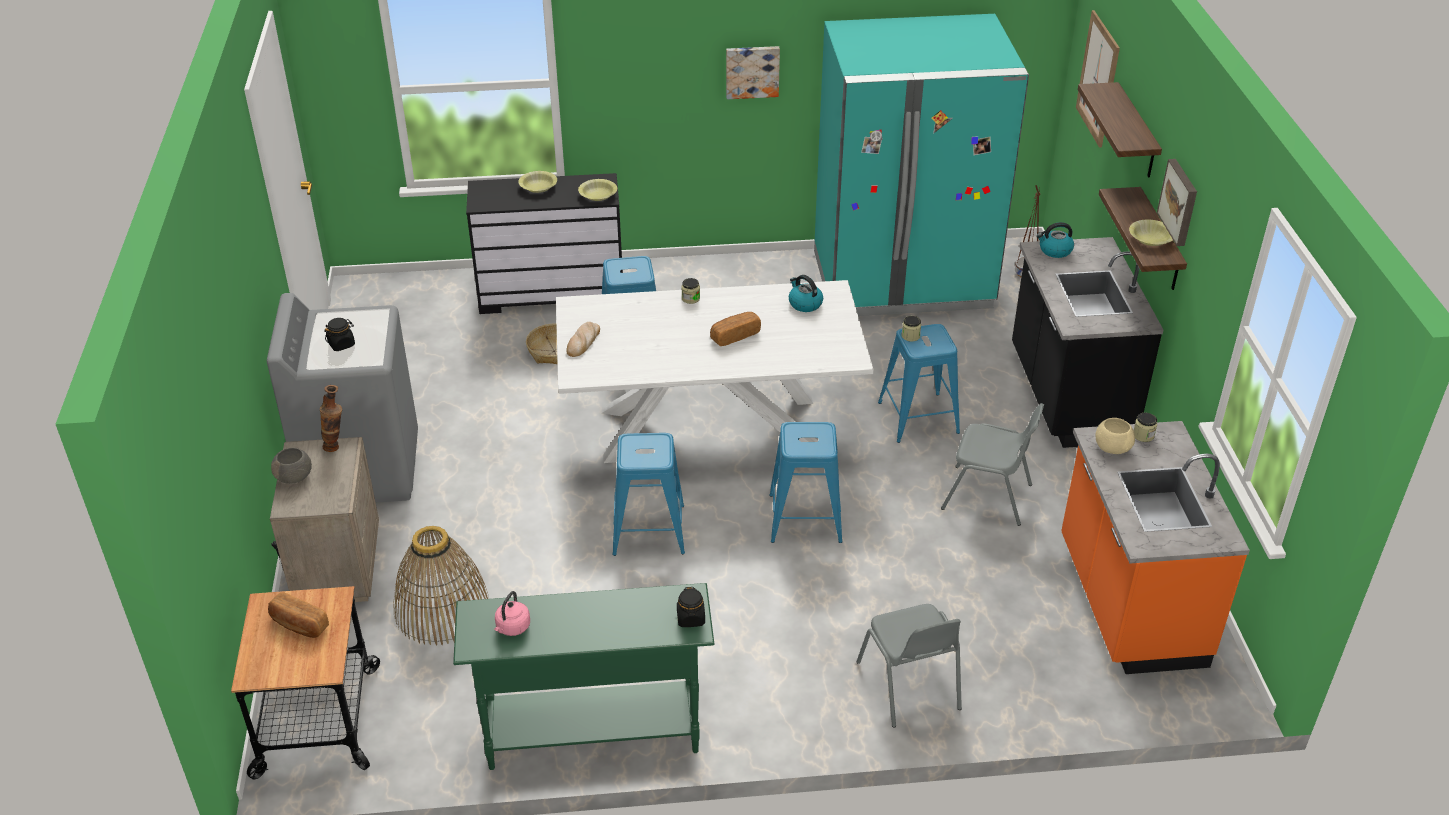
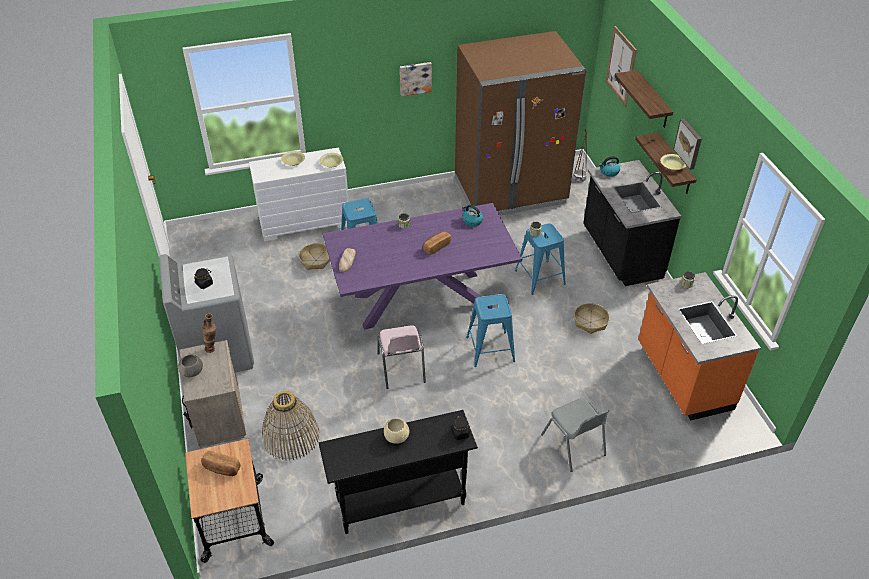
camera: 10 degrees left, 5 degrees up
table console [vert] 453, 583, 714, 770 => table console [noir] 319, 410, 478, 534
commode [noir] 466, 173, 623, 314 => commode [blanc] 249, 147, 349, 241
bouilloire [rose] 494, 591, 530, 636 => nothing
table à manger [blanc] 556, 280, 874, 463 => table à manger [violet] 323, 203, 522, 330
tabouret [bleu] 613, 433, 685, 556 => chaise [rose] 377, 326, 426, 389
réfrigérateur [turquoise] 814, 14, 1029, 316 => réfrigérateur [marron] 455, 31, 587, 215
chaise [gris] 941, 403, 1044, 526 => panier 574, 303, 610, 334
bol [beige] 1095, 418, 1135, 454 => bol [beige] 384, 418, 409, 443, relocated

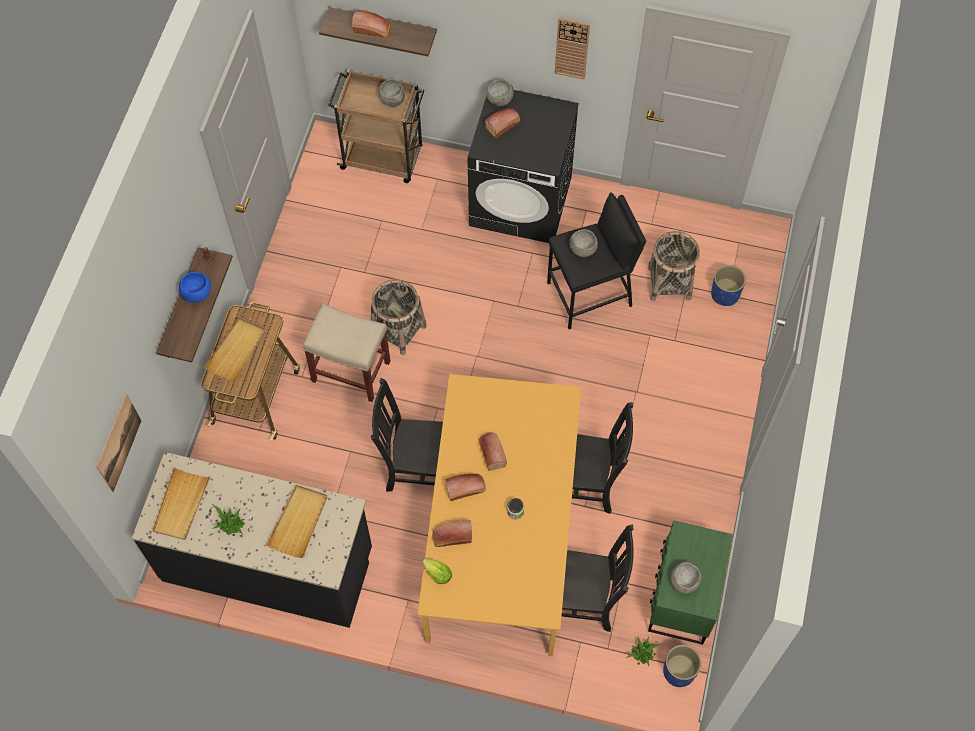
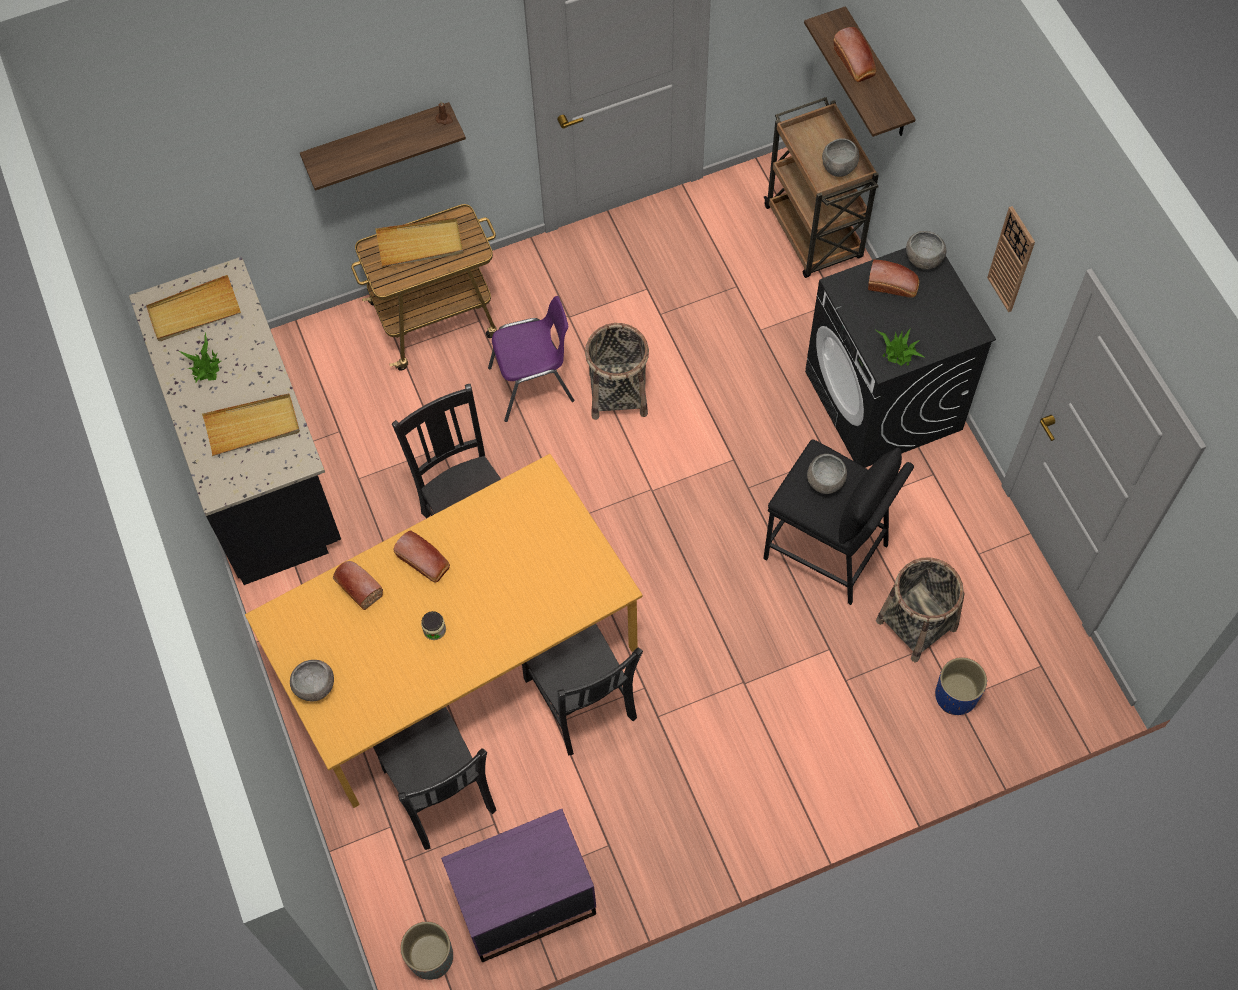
camera: 55 degrees right, 0 degrees up
tableau 96, 394, 141, 492 => nothing
bol [bleu] 179, 272, 211, 302 => nothing
tabouret [beige] 303, 304, 390, 402 => chaise [violet] 488, 296, 574, 422
laitue 422, 558, 452, 584 => nothing
pain 479, 432, 507, 471 => nothing
plante en pot 626, 637, 662, 666 => plante en pot 876, 329, 924, 366, relocated
table de chevet [vert] 648, 521, 733, 645 => table de chevet [violet] 441, 809, 596, 962
cache-pot [bleu] 663, 645, 702, 687 => cache-pot [gris] 400, 922, 453, 980
bol [gris] 671, 562, 702, 594 => bol [gris] 290, 660, 334, 701, relocated

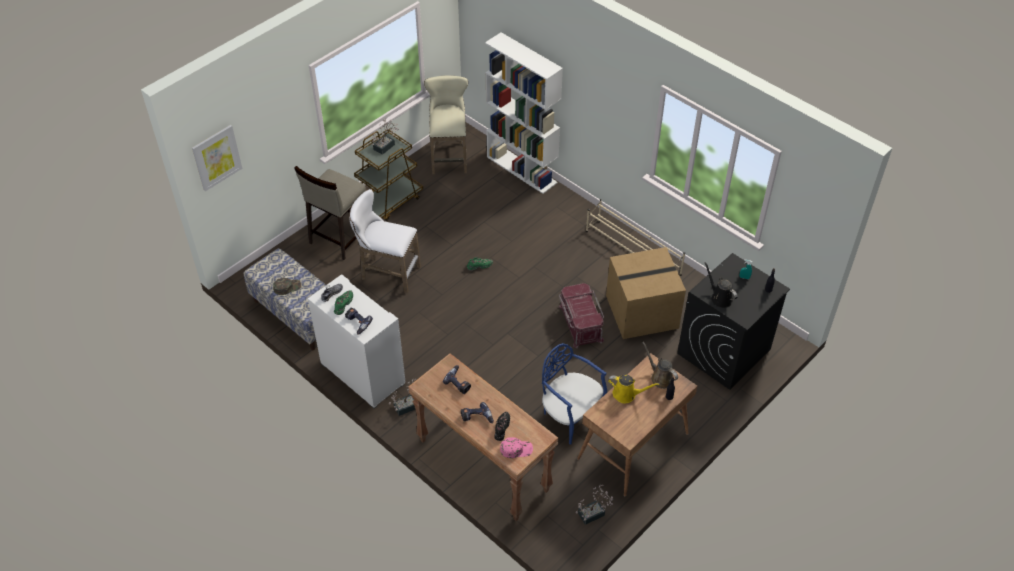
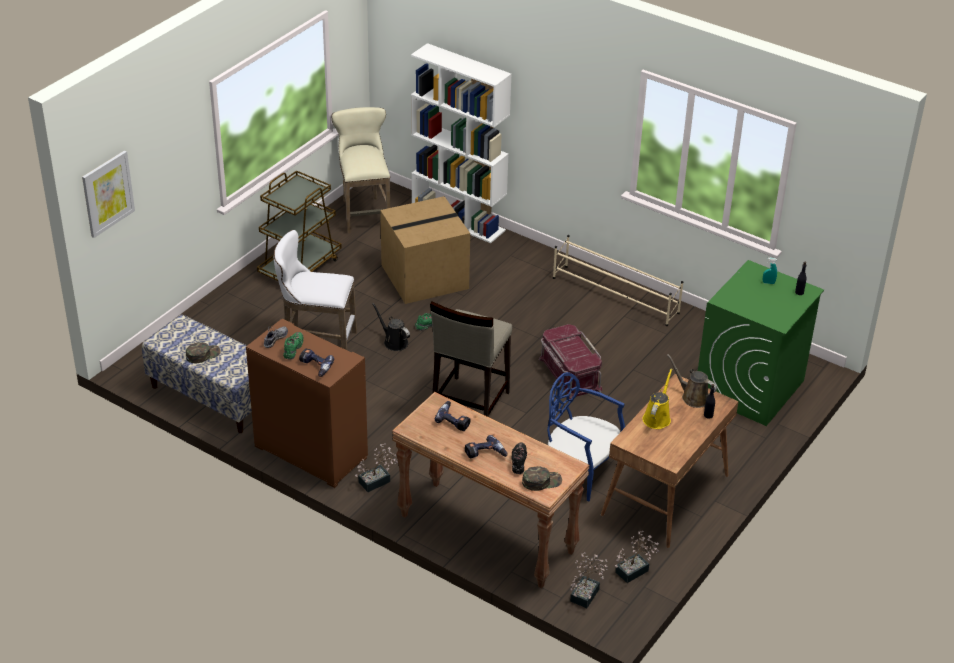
camera: 10 degrees left, 10 degrees down
tabouret [beige] 294, 166, 366, 260 => tabouret [beige] 430, 301, 512, 417, relocated
meuble de rangement [blanc] 308, 275, 405, 409 => meuble de rangement [marron] 246, 318, 368, 488
plante en pot 372, 119, 399, 155 => plante en pot 570, 552, 608, 608, relocated
casquette [rose] 500, 437, 533, 458 => casquette [vert] 522, 466, 562, 491
carton 606, 247, 686, 339 => carton 380, 196, 470, 304, relocated
arrosoir [jaune] 608, 374, 659, 403 => arrosoir [jaune] 642, 369, 672, 429, 75 degrees counterclockwise
lave-linge [noir] 677, 253, 790, 390 => lave-linge [vert] 698, 260, 824, 426
arrosoir [noir] 704, 262, 737, 308 => arrosoir [noir] 372, 303, 410, 351, relocated

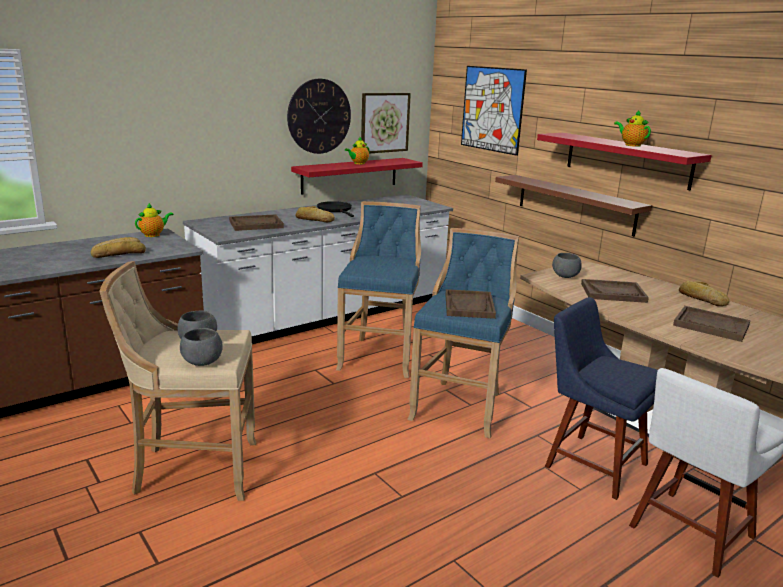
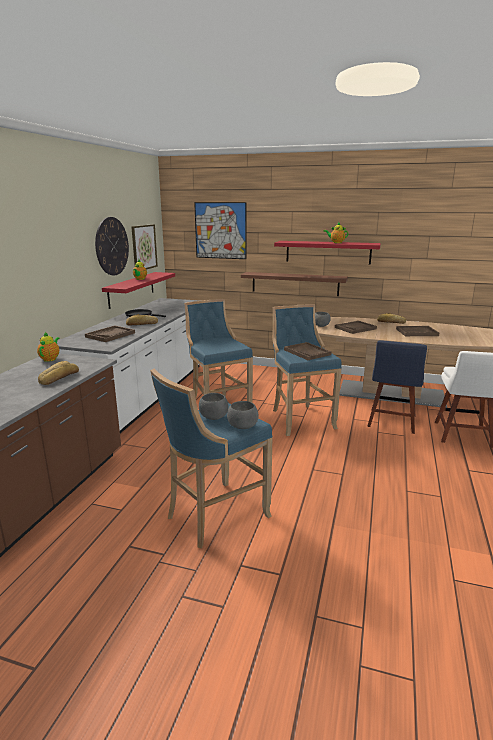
camera: 35 degrees left, 0 degrees up
tabouret [beige] 99, 261, 256, 501 => tabouret [bleu] 150, 369, 273, 548
chaise [bleu] 545, 297, 658, 500 => chaise [bleu] 367, 340, 427, 434, 75 degrees counterclockwise

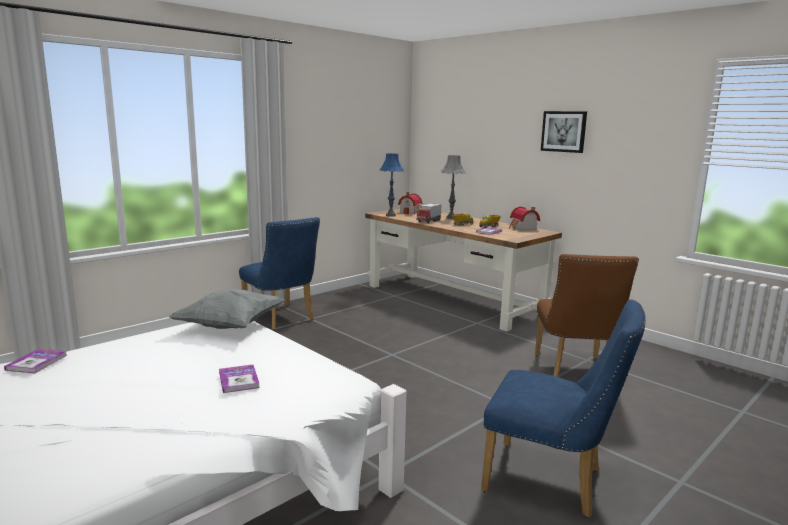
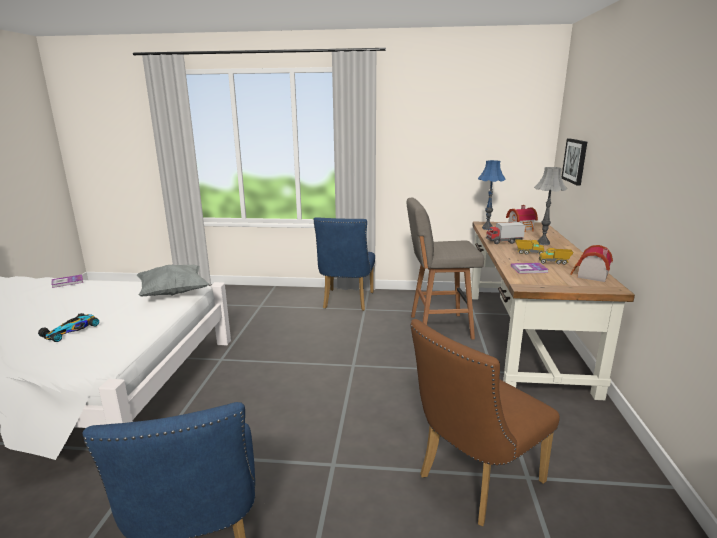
camera: 50 degrees right, 5 degrees up
livre 219, 364, 260, 393 => petite voiture 38, 313, 99, 342
tableau 541, 111, 587, 153 => tableau 562, 139, 587, 185, relocated
nothing => tabouret [gris] 407, 198, 484, 340

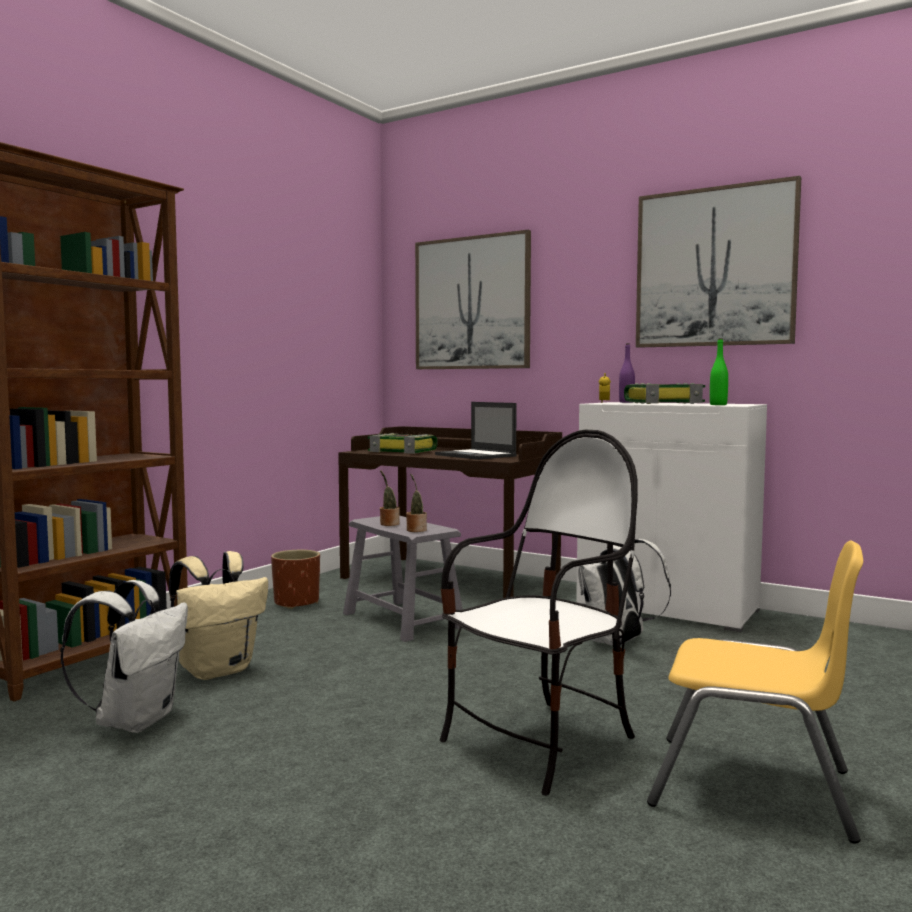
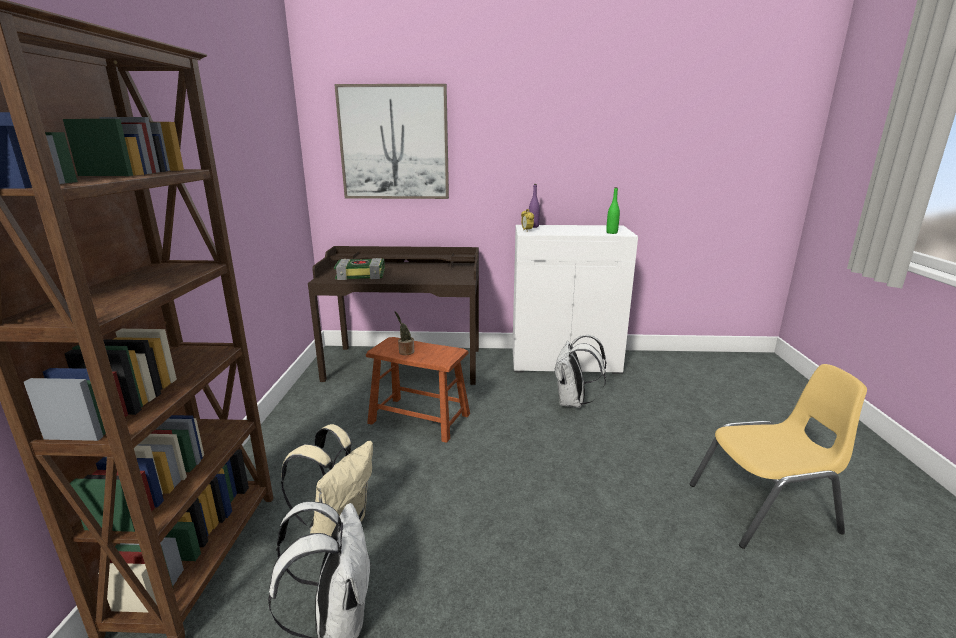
camera: 30 degrees left, 15 degrees up
cache-pot [marron] 271, 550, 320, 609 => nothing
tabouret [gris] 343, 515, 463, 642 => tabouret [marron] 366, 337, 470, 443
plante en pot 406, 474, 427, 532 => nothing
ordinateur portable 435, 402, 517, 460 => nothing
chaise 440, 429, 638, 796 => nothing
livre 624, 383, 705, 404 => nothing
tableau 636, 176, 801, 348 => nothing

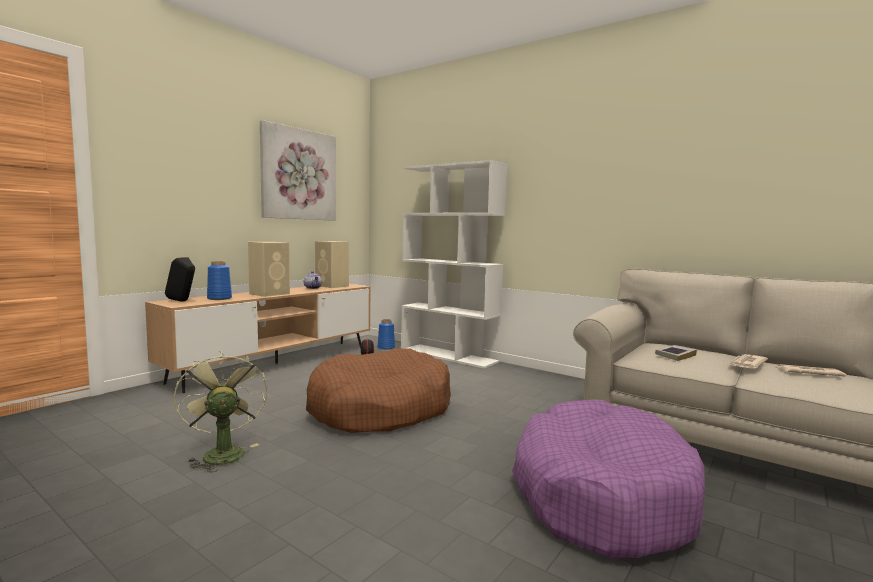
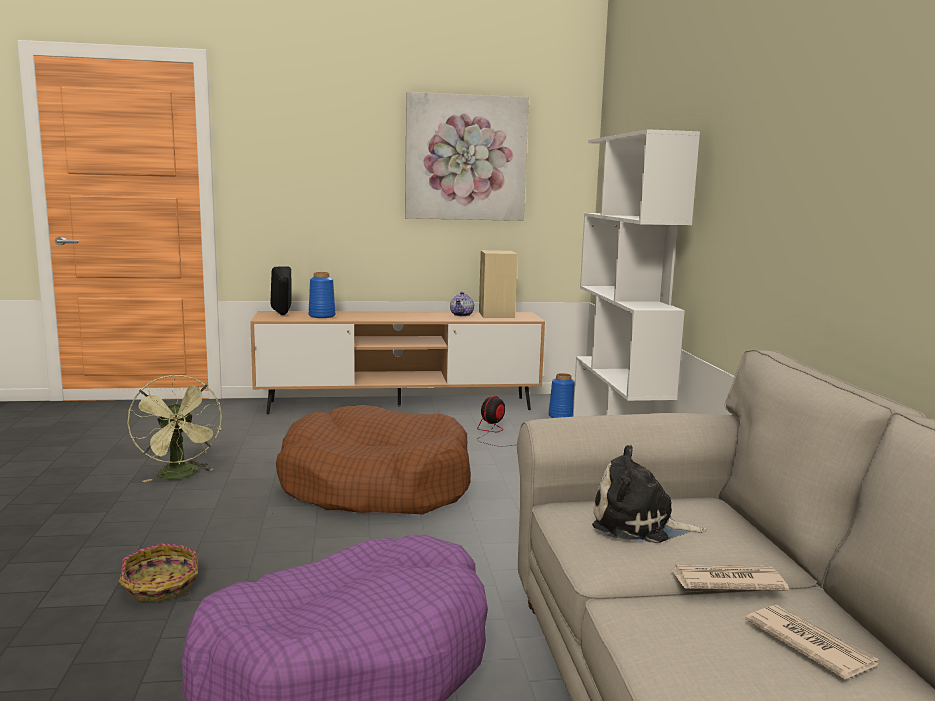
camera: 45 degrees right, 5 degrees up
ventilateur [vert] 174, 351, 268, 472 => ventilateur [vert] 127, 375, 222, 482, 135 degrees clockwise
enceinte [beige] 248, 242, 290, 297 => nothing
livre 655, 345, 697, 361 => peluche 592, 445, 707, 543
nothing => panier 119, 543, 199, 602

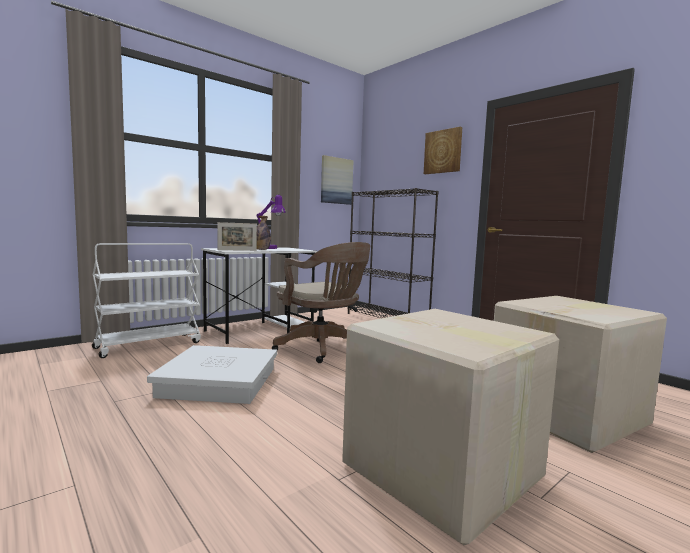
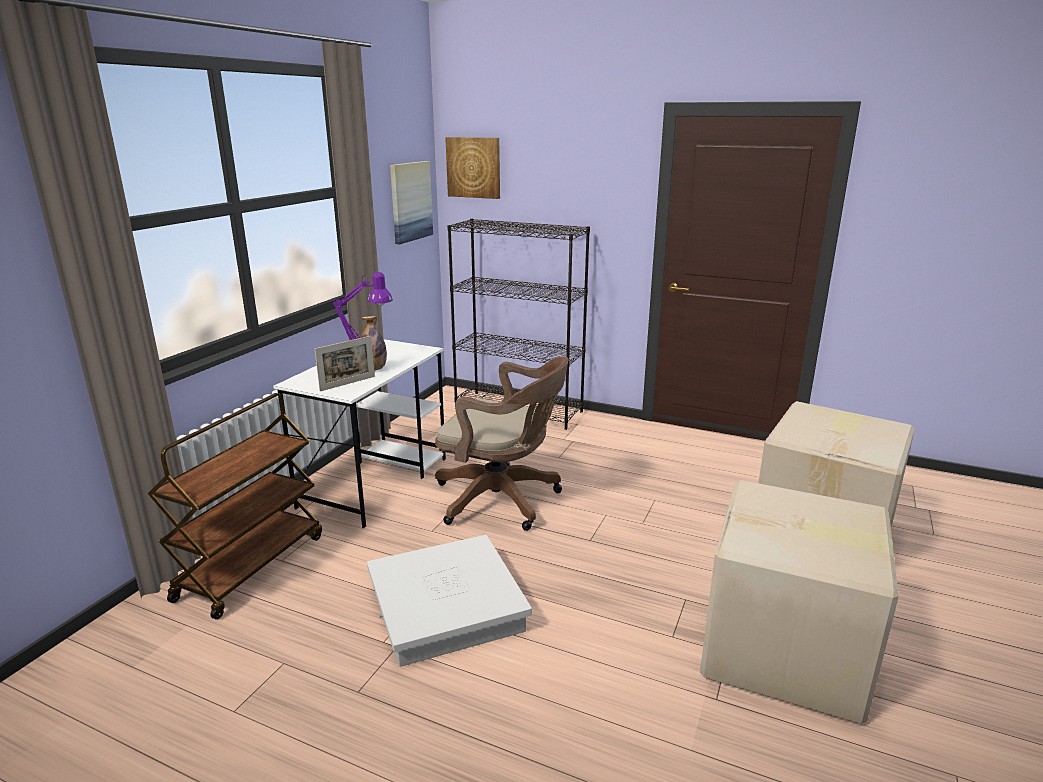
camera: 25 degrees left, 15 degrees up
chariot [blanc] 92, 243, 201, 358 => chariot [marron] 148, 393, 322, 620
tableau 424, 127, 462, 174 => tableau 445, 137, 500, 199, relocated

